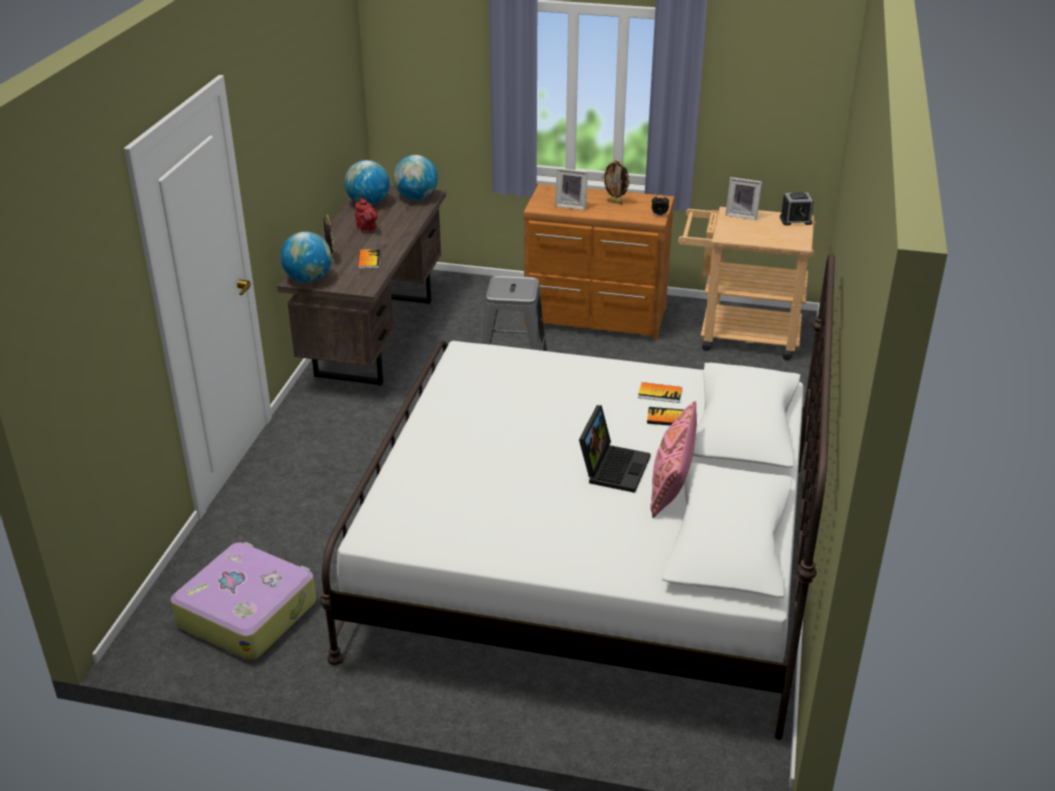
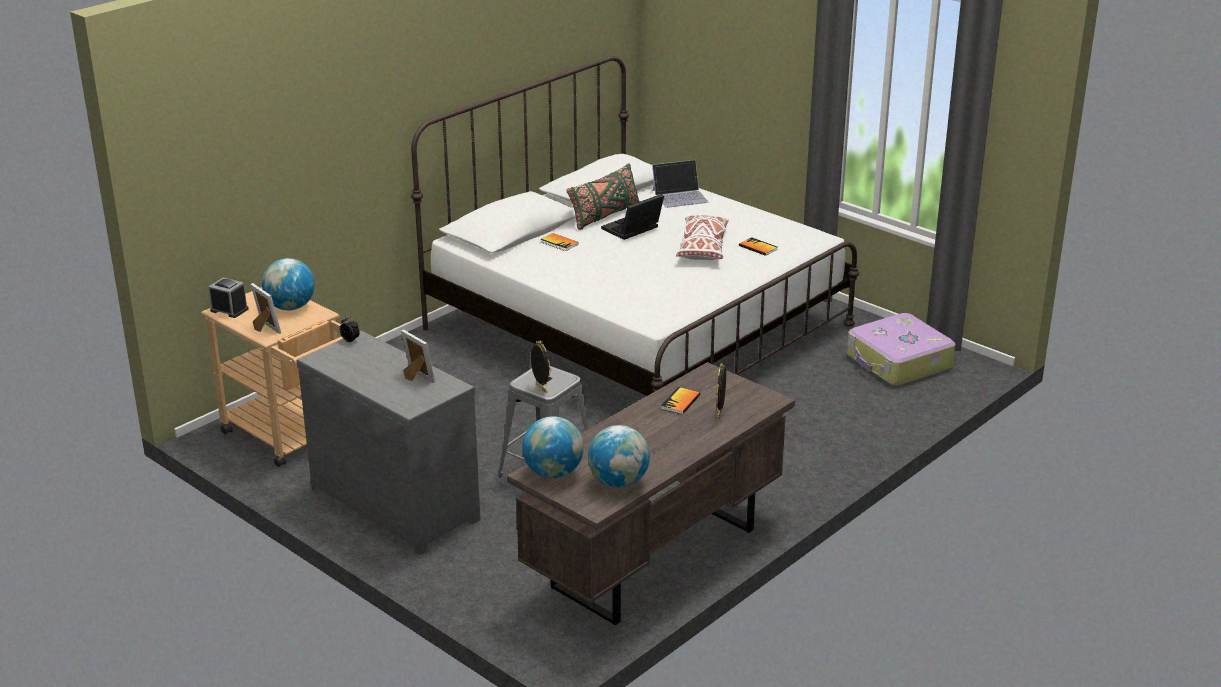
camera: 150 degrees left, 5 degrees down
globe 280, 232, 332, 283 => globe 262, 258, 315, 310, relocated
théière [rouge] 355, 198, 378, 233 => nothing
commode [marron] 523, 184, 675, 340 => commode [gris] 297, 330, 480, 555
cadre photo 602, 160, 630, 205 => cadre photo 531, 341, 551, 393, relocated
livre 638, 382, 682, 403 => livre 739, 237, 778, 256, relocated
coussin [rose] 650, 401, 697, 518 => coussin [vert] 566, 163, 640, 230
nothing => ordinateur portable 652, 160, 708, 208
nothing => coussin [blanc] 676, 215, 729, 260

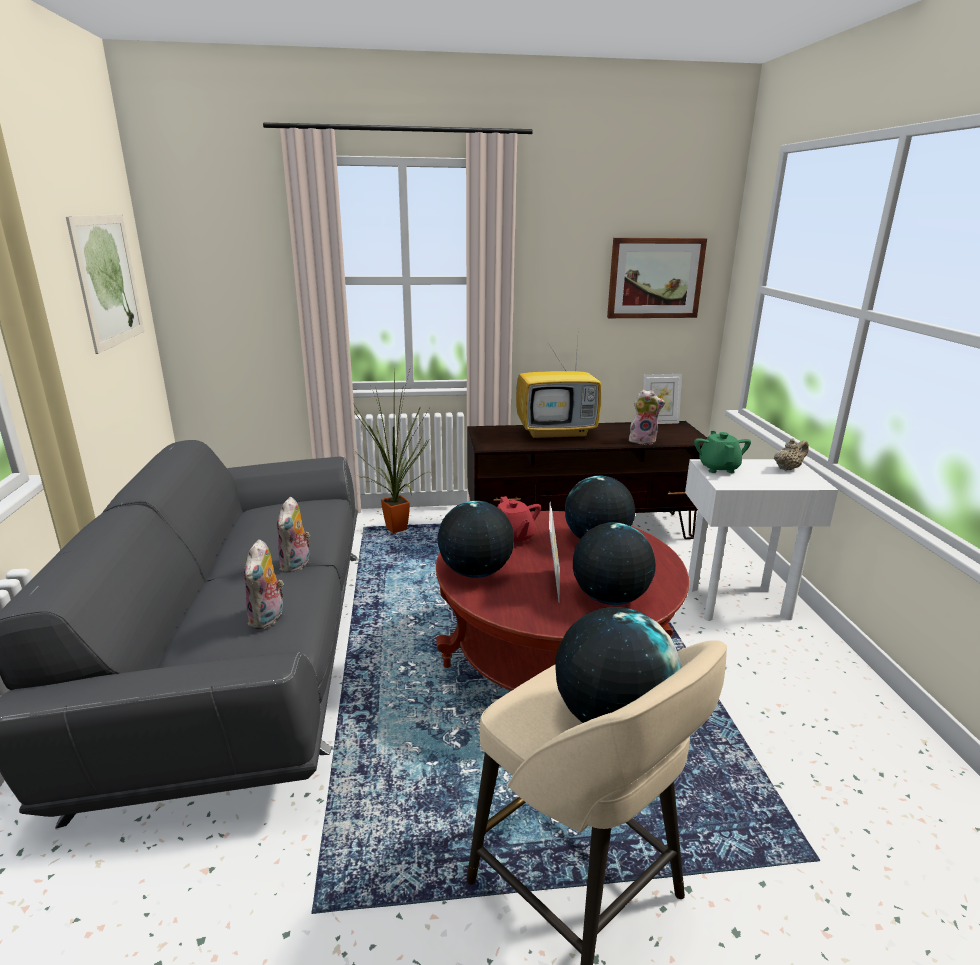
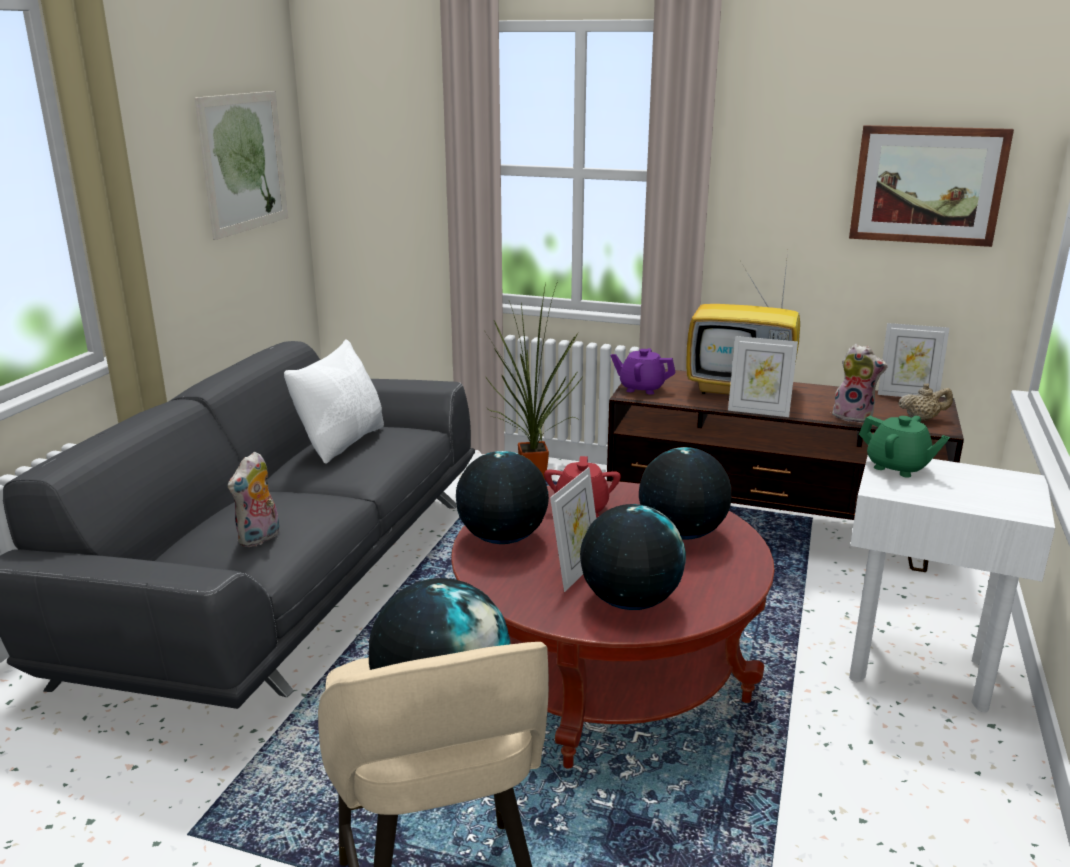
camera: 25 degrees right, 0 degrees up
peluche 277, 497, 310, 572 => nothing
théière [vert] 694, 431, 751, 473 => théière [vert] 859, 415, 950, 477, 105 degrees clockwise
théière [beige] 774, 439, 809, 471 => théière [beige] 898, 383, 953, 421, relocated
nothing => coussin [blanc] 284, 339, 384, 464
nothing => théière [violet] 611, 348, 676, 395
nothing => cadre photo 728, 336, 798, 417

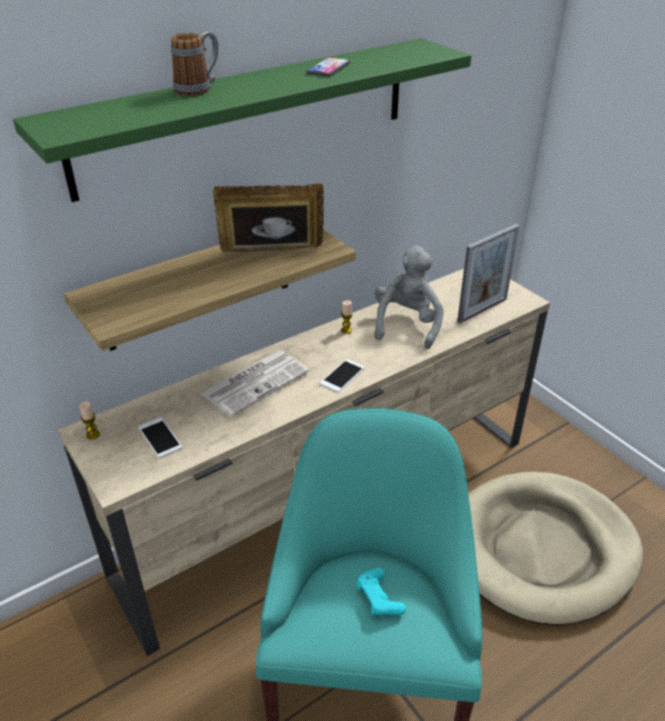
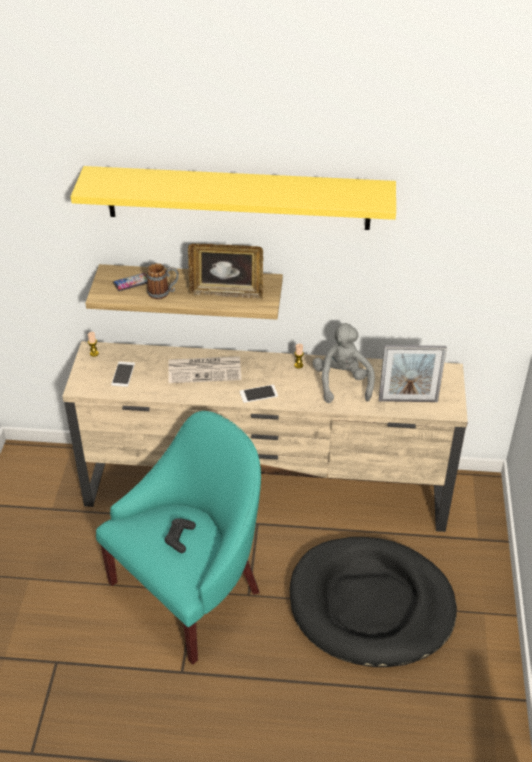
camera: 40 degrees right, 5 degrees up
étagère [vert] 13, 38, 471, 202 => étagère [jaune] 71, 166, 396, 230
mug 171, 32, 218, 96 => mug 147, 263, 179, 299, relocated
cadre photo 213, 184, 324, 252 => cadre photo 188, 244, 263, 299, 150 degrees clockwise
téléphone 306, 57, 351, 77 => téléphone 113, 273, 148, 291, relocated
manette [turquoise] 357, 567, 406, 615 => manette [noir] 164, 518, 196, 553
peluche [gris] 374, 246, 444, 349 => peluche [gris] 312, 323, 375, 403, 60 degrees counterclockwise
panier pour chien [beige] 468, 472, 643, 625 => panier pour chien [noir] 290, 537, 457, 667

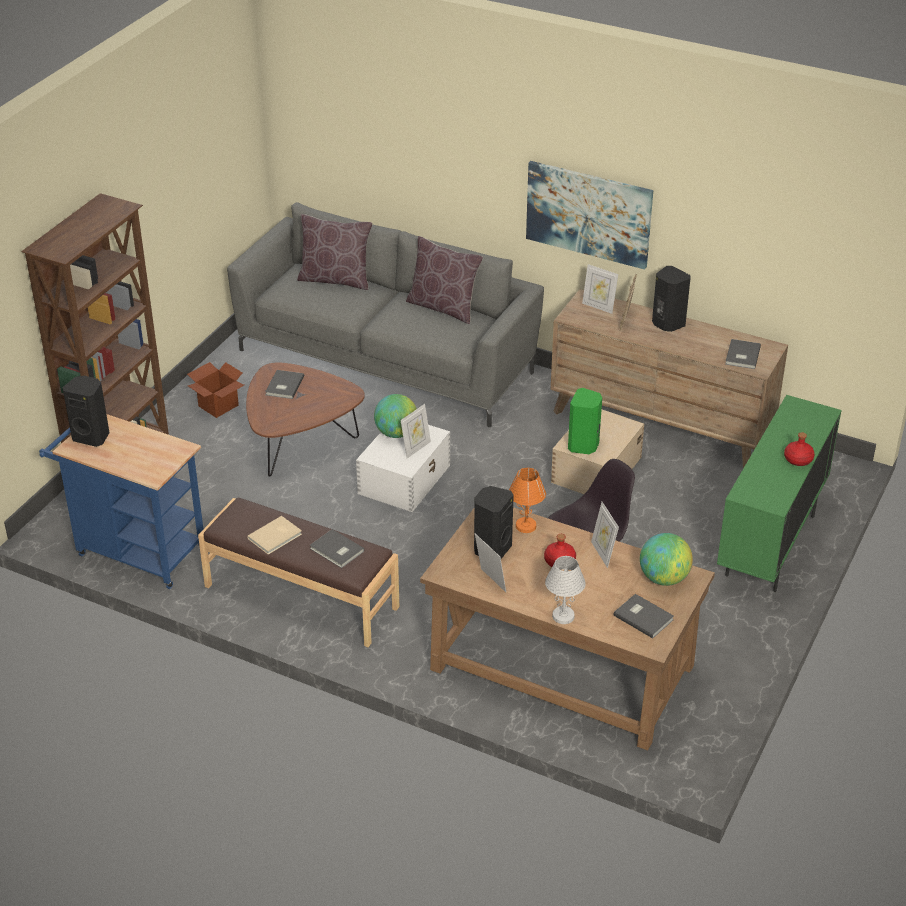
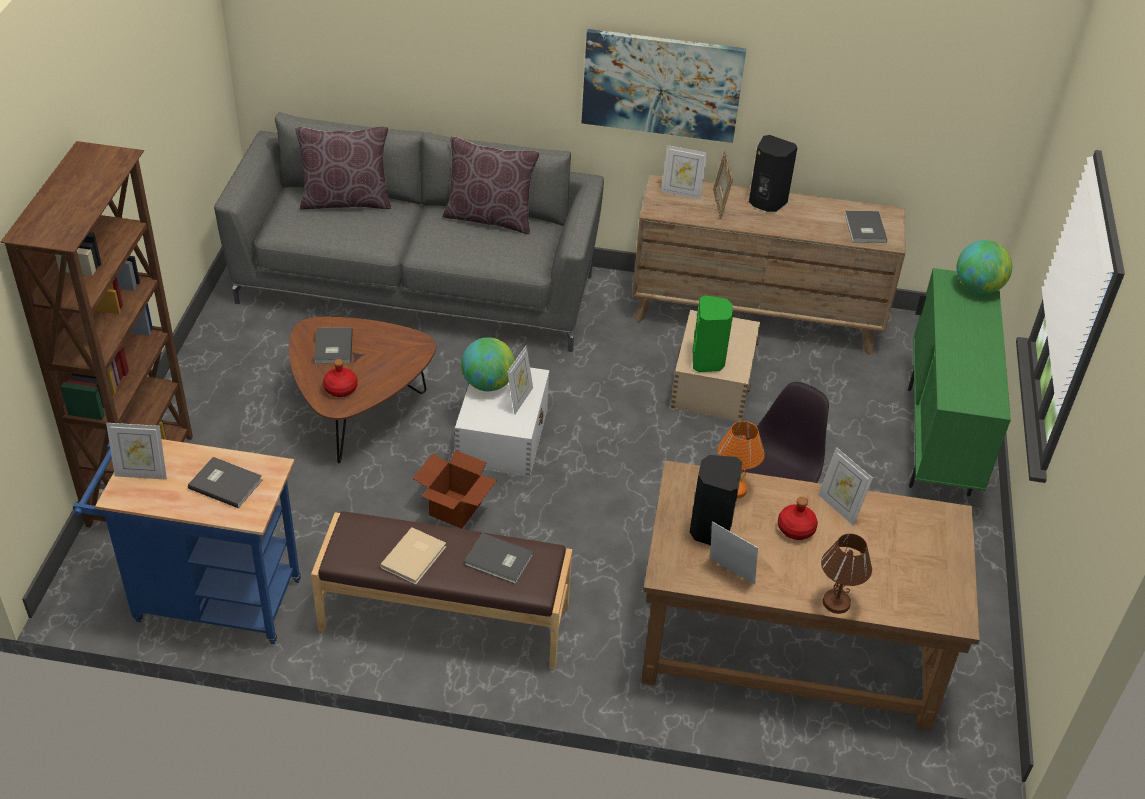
camera: 20 degrees left, 5 degrees up
enceinte [noir] 62, 376, 110, 447 => cadre photo 106, 423, 167, 480
carton 187, 362, 244, 418 => carton 413, 450, 497, 529, relocated
lampe de table [blanc] 545, 556, 586, 624 => lampe de table [marron] 821, 533, 872, 614
livre [gris] 613, 594, 674, 639 => livre [gris] 188, 457, 262, 508, relocated
globe 640, 533, 693, 586 => globe 957, 240, 1012, 294, relocated
bouteille [rouge] 784, 432, 815, 466 => bouteille [rouge] 323, 359, 358, 397, relocated

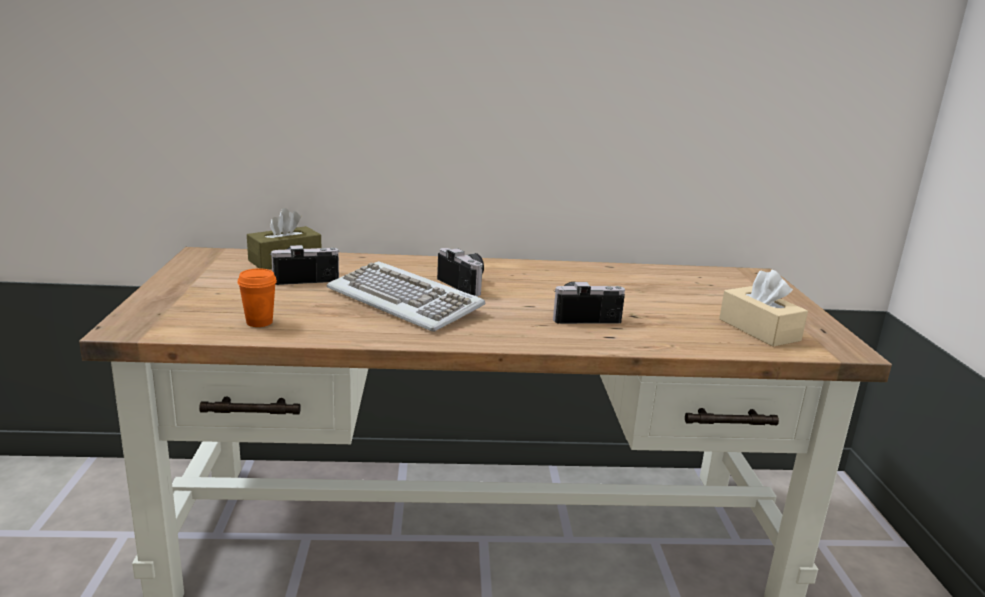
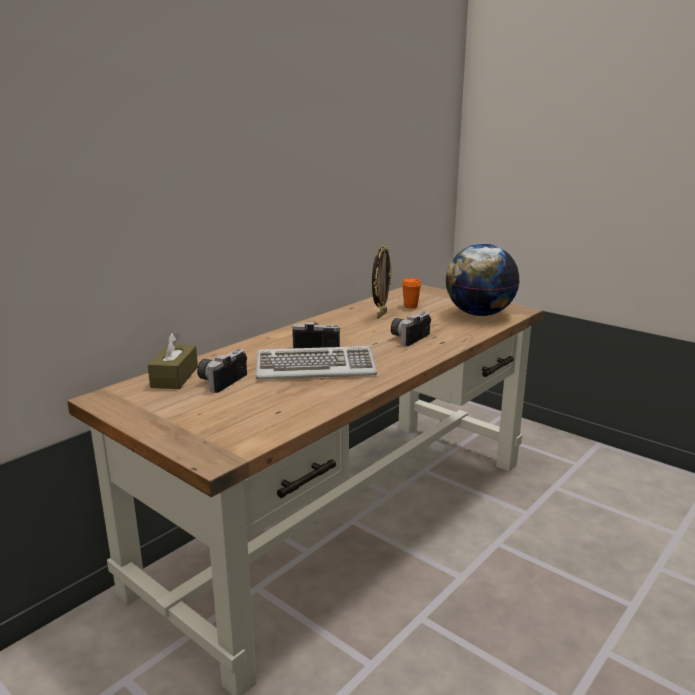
camera: 45 degrees left, 0 degrees up
tasse [orange] 237, 268, 277, 327 => tasse [orange] 402, 278, 421, 309, relocated
boîte à mouchoirs [beige] 719, 270, 808, 347 => globe 446, 243, 520, 316
nothing => cadre photo 372, 245, 392, 319

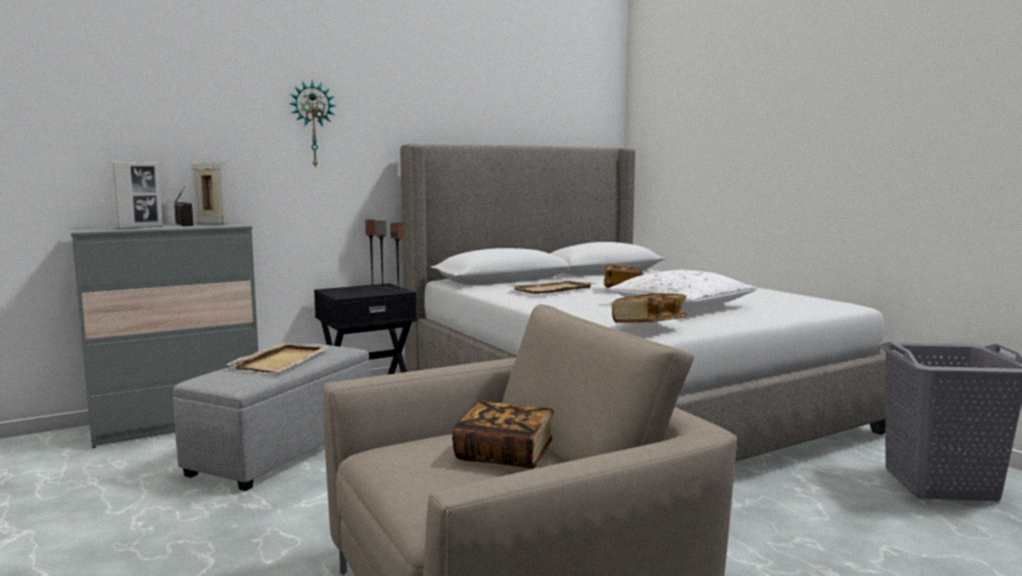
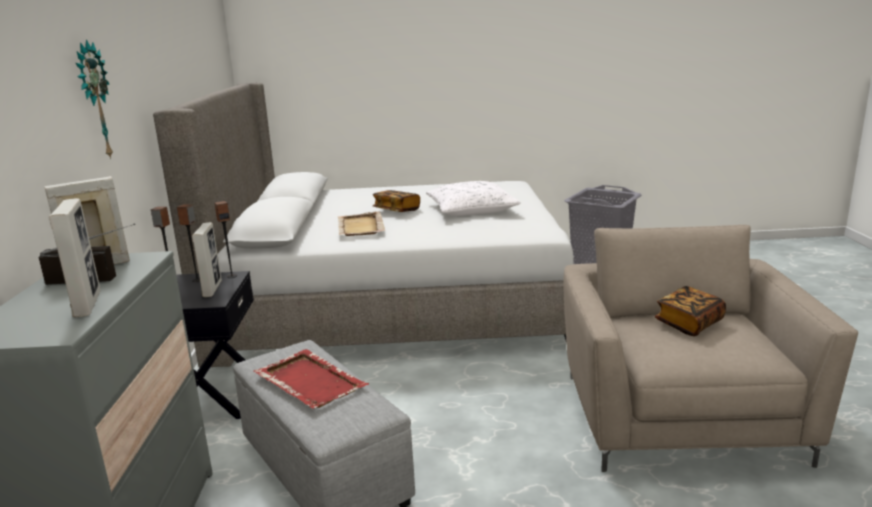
camera: 60 degrees left, 10 degrees up
plateau [beige] 226, 342, 329, 373 => plateau [rouge] 254, 349, 369, 409
livre 612, 293, 687, 323 => nothing
nothing => cadre photo 192, 222, 222, 297

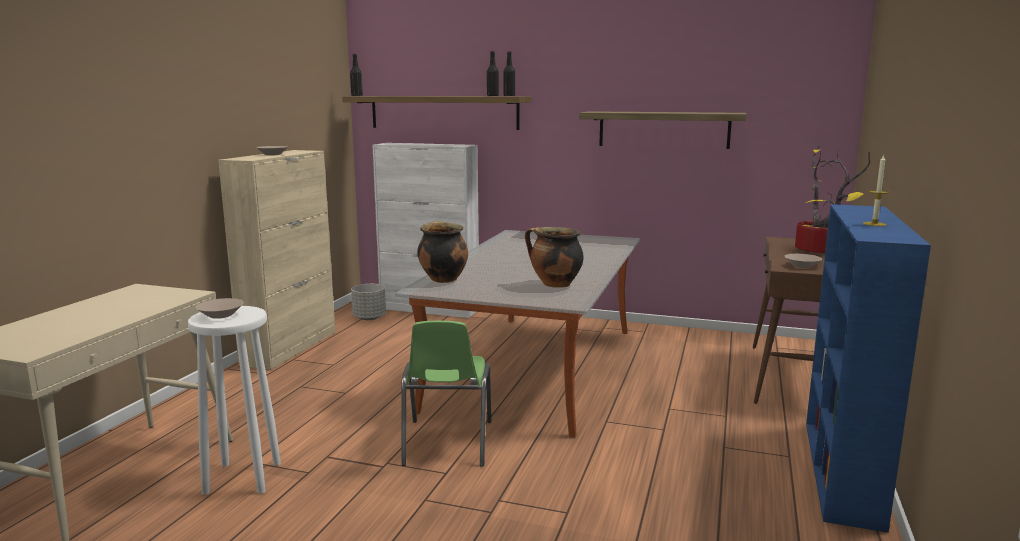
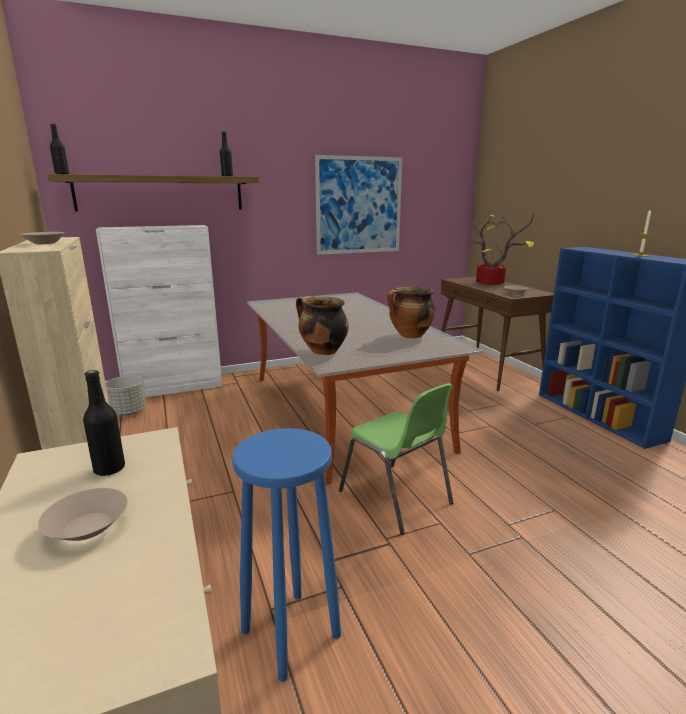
camera: 40 degrees left, 5 degrees up
tabouret [blanc] 188, 306, 281, 495 => tabouret [bleu] 232, 428, 341, 682
bol [beige] 195, 298, 244, 319 => bol [beige] 38, 488, 128, 541, relocated
bouteille [noir] 503, 51, 515, 96 => bouteille [noir] 83, 370, 125, 476, relocated
étagère 579, 111, 746, 149 => tableau 315, 155, 402, 255

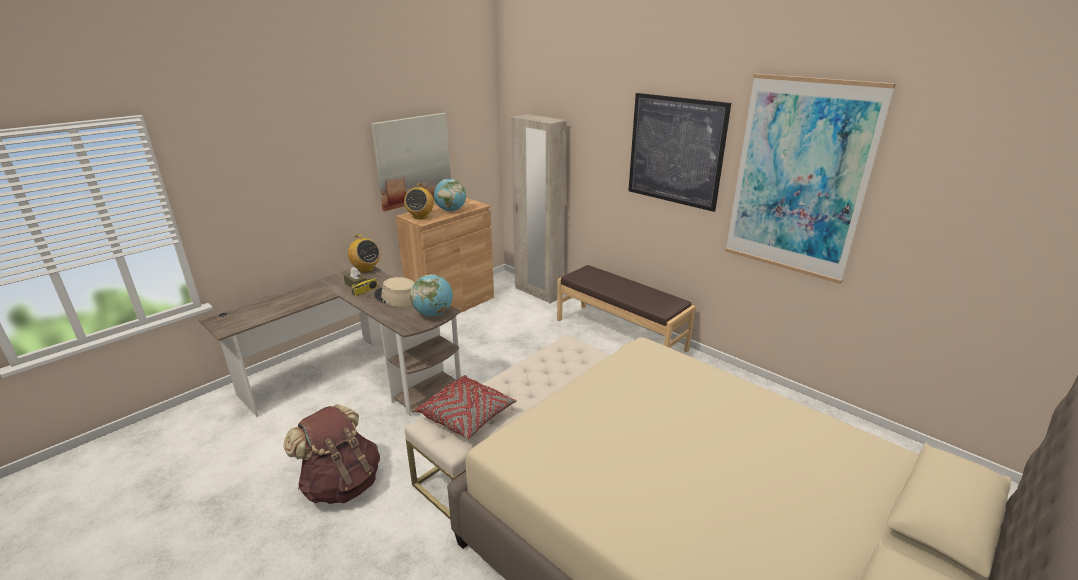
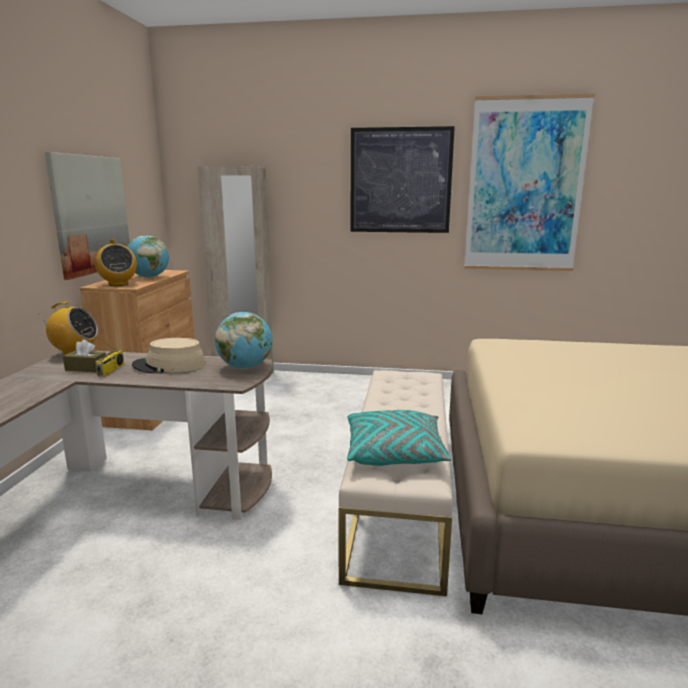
camera: 35 degrees left, 10 degrees down
sac à dos [marron] 284, 404, 380, 504 => nothing
coussin [rouge] 415, 375, 517, 440 => coussin [turquoise] 347, 410, 452, 466
banc [marron] 557, 265, 696, 352 => nothing

